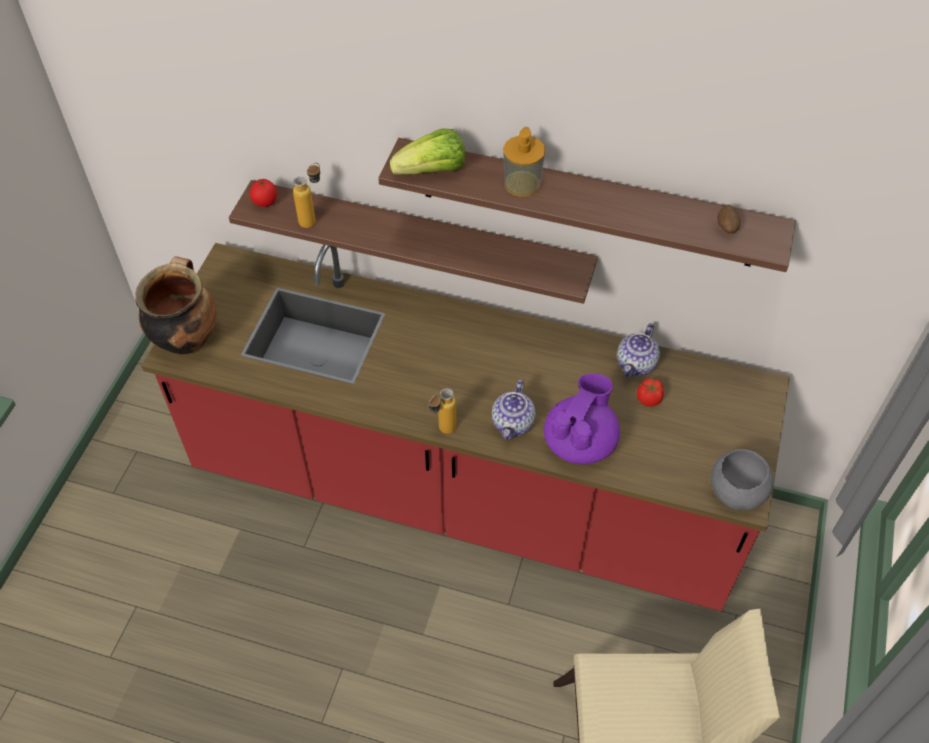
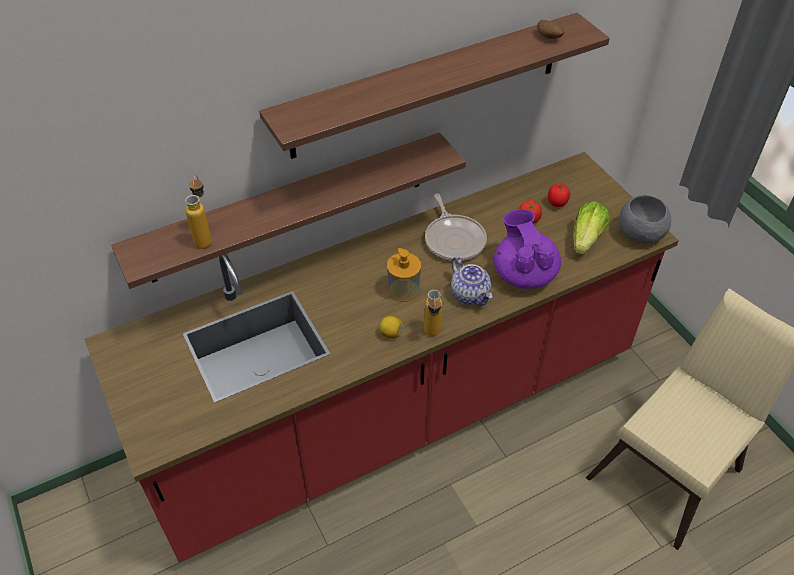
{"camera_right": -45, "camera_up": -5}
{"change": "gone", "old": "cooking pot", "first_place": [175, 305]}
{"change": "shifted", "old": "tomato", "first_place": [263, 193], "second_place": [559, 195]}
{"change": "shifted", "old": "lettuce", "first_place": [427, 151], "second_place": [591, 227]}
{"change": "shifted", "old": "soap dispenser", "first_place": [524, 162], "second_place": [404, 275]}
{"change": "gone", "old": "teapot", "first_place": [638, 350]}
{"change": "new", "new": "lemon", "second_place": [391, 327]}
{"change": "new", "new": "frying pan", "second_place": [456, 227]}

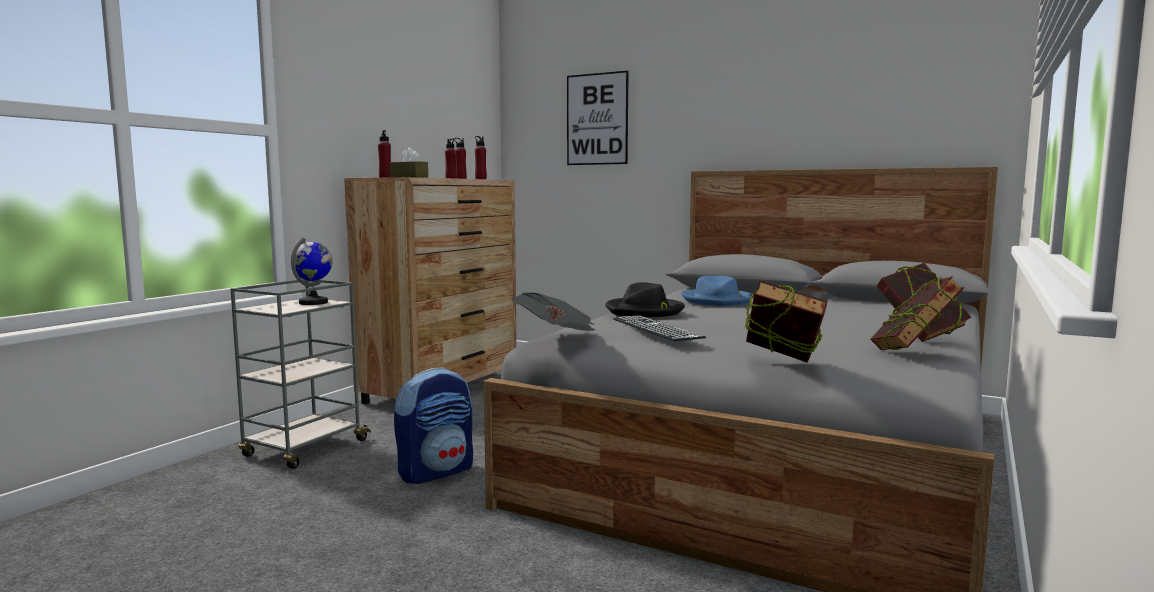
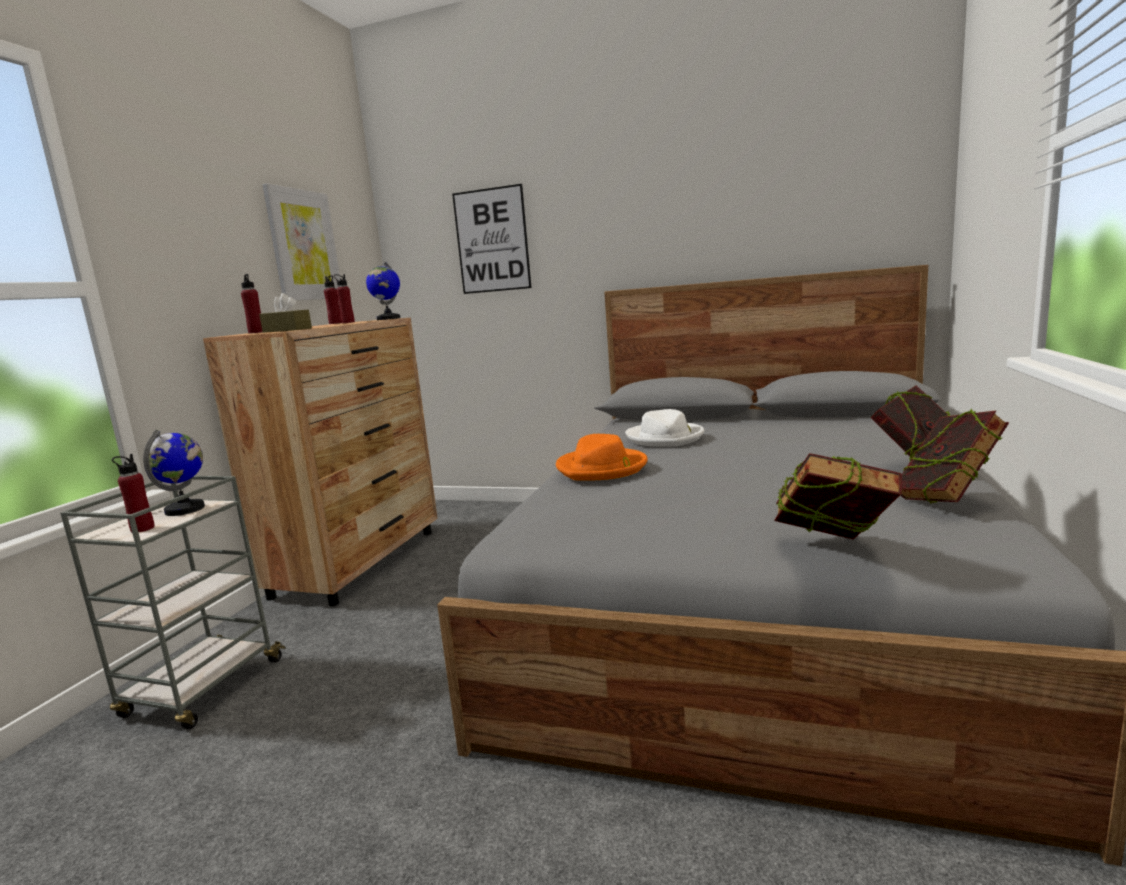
{"camera_right": -10, "camera_up": 5}
{"change": "gone", "old": "backpack", "first_place": [433, 425]}
{"change": "shifted", "old": "bottle in red", "first_place": [481, 157], "second_place": [133, 493]}
{"change": "gone", "old": "newspaper", "first_place": [553, 311]}
{"change": "repainted", "old": "hat in black", "new": "hat in orange", "first_place": [645, 299], "second_place": [602, 457]}
{"change": "gone", "old": "keyboard", "first_place": [659, 328]}
{"change": "repainted", "old": "hat in blue", "new": "hat in white", "first_place": [717, 291], "second_place": [664, 428]}
{"change": "new", "new": "picture", "second_place": [301, 242]}
{"change": "new", "new": "globe", "second_place": [383, 291]}

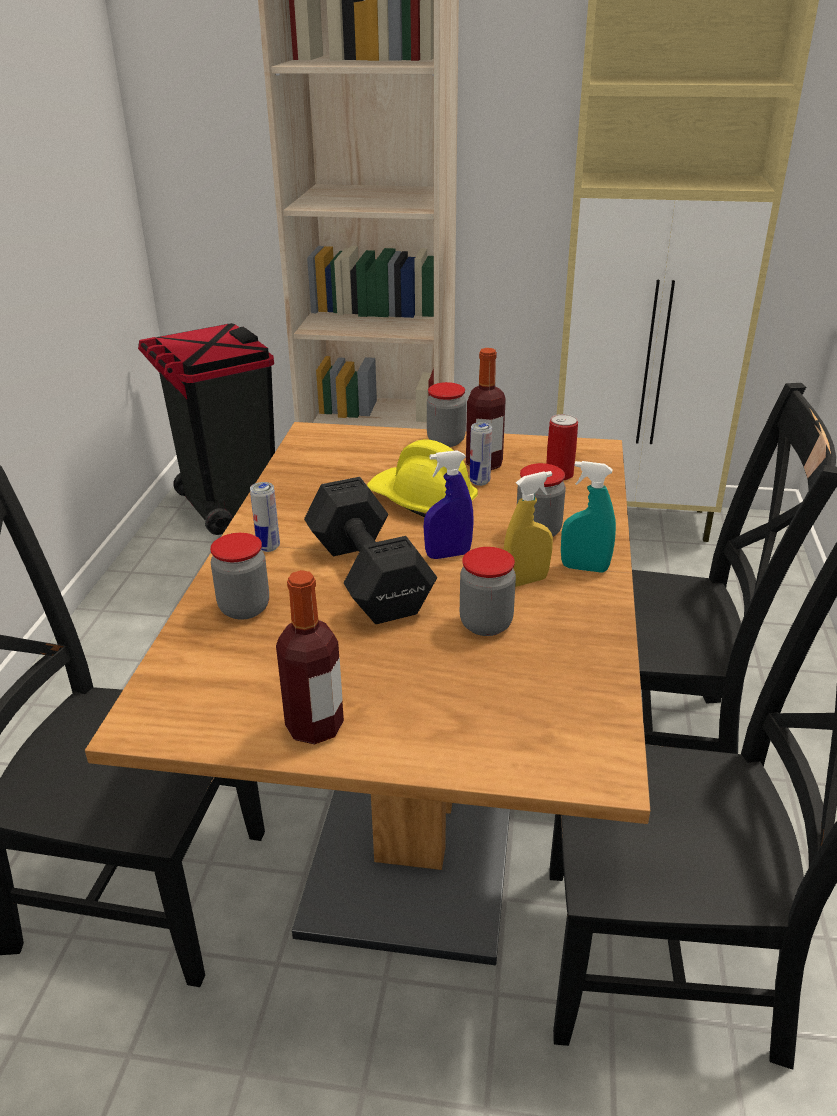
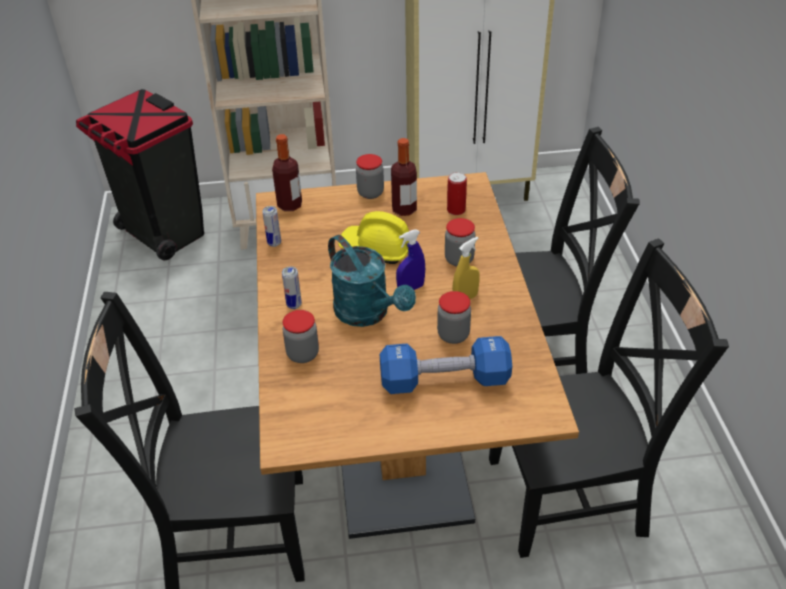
{"camera_right": -15, "camera_up": 10}
{"change": "shifted", "old": "bottle", "first_place": [310, 657], "second_place": [287, 172]}
{"change": "swapped", "old": "dumbbell in black", "new": "watering can in turquoise", "first_place": [370, 550], "second_place": [372, 281]}
{"change": "shifted", "old": "can", "first_place": [481, 454], "second_place": [271, 226]}
{"change": "gone", "old": "spray bottle in turquoise", "first_place": [588, 517]}
{"change": "new", "new": "dumbbell in blue", "second_place": [446, 365]}

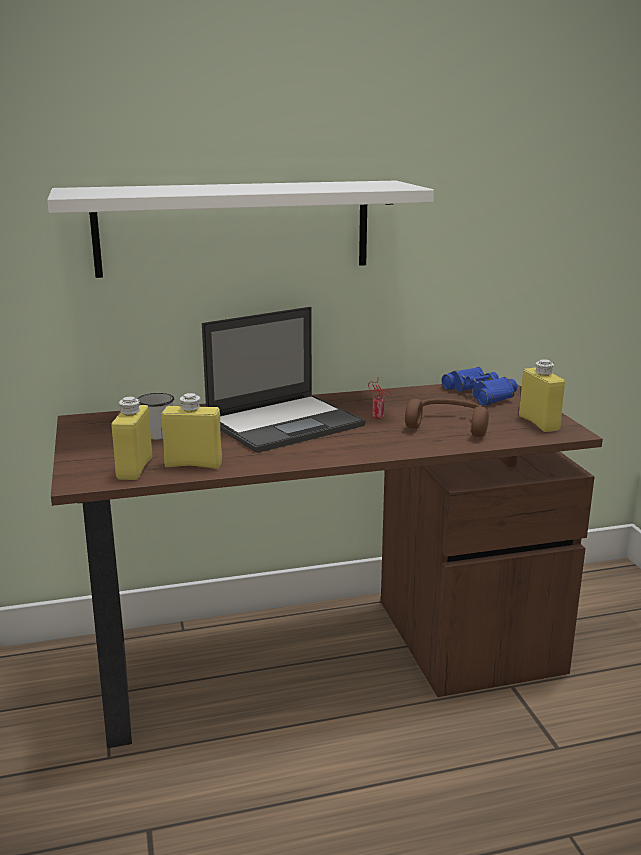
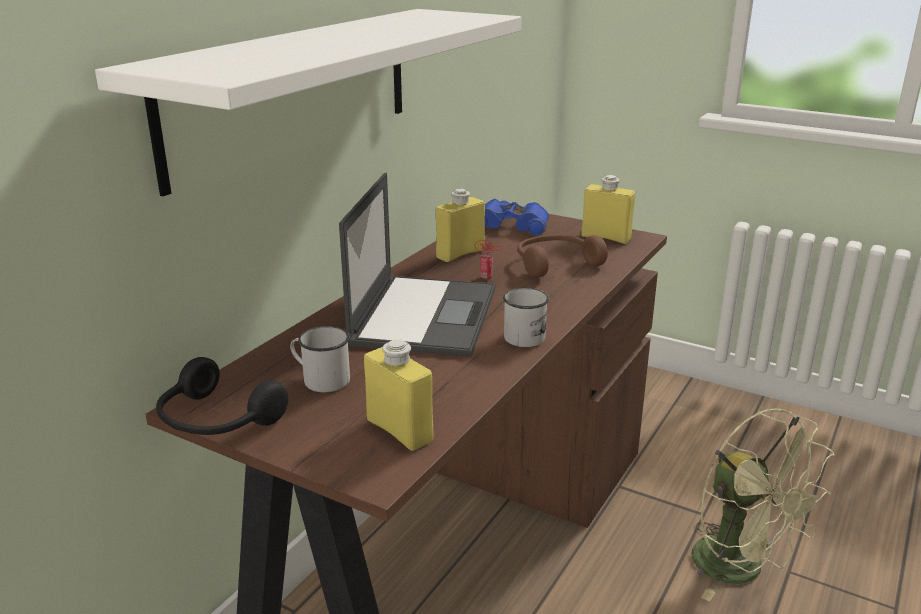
{"camera_right": -45, "camera_up": 5}
{"change": "shifted", "old": "bottle in yellow", "first_place": [191, 431], "second_place": [460, 225]}
{"change": "new", "new": "headphones in black", "second_place": [222, 396]}
{"change": "new", "new": "mug in white", "second_place": [526, 317]}
{"change": "new", "new": "fan in green", "second_place": [762, 504]}

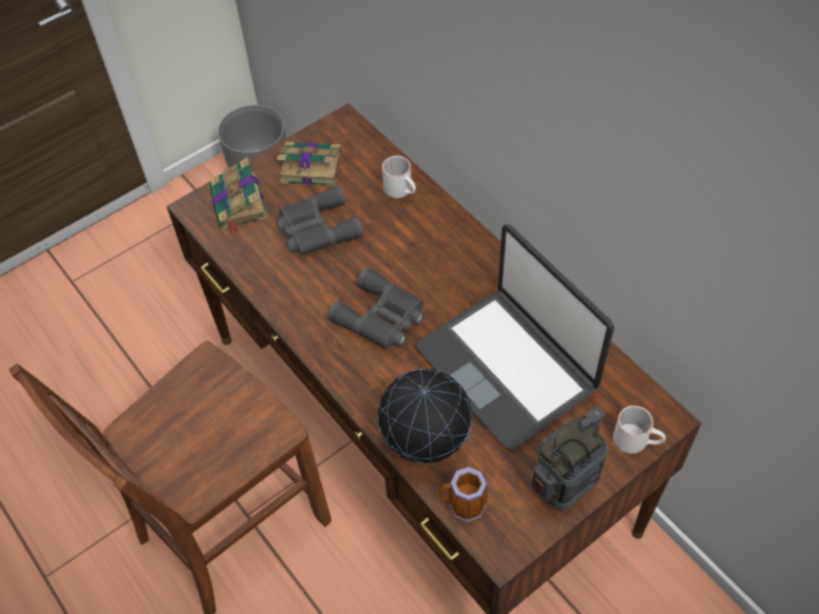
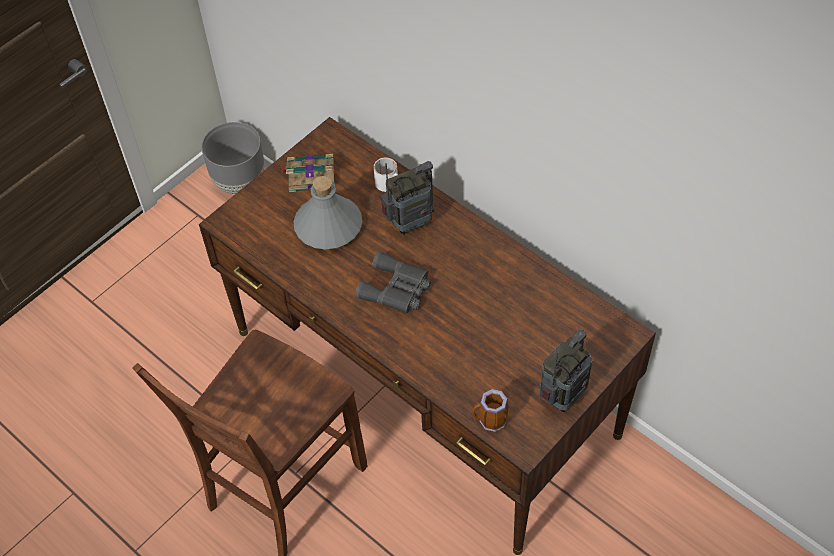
{"camera_right": -10, "camera_up": 0}
{"change": "gone", "old": "book", "first_place": [238, 195]}
{"change": "swapped", "old": "binoculars in grey", "new": "bottle in grey", "first_place": [319, 220], "second_place": [327, 212]}
{"change": "gone", "old": "globe", "first_place": [425, 416]}
{"change": "gone", "old": "laptop", "first_place": [515, 337]}
{"change": "gone", "old": "mug in white", "first_place": [639, 429]}
{"change": "new", "new": "radio", "second_place": [407, 198]}

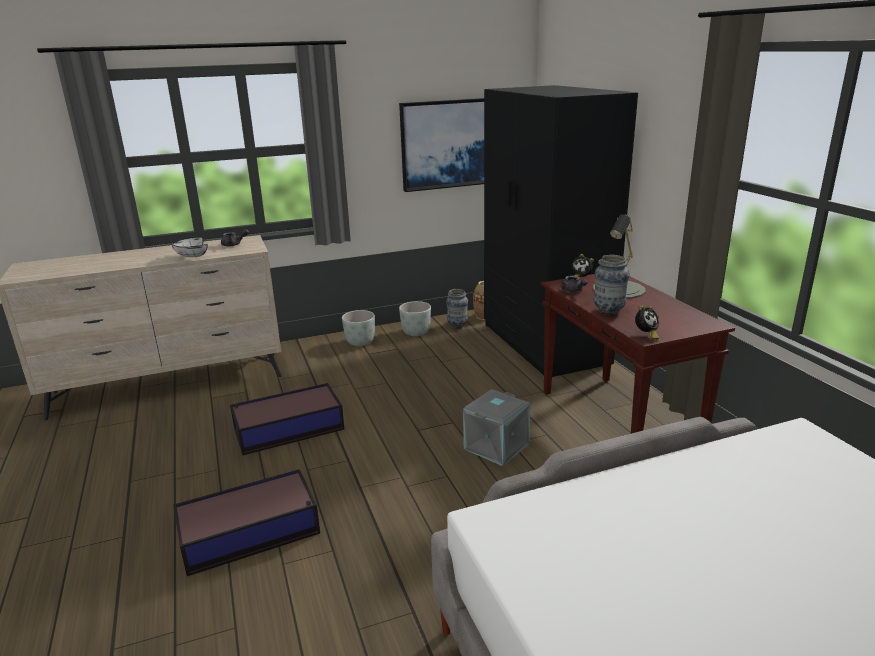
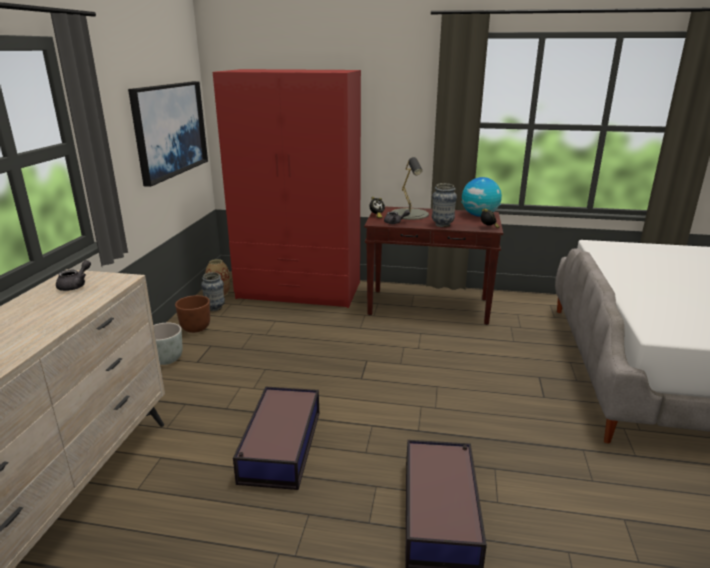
{"camera_right": -60, "camera_up": 0}
{"change": "gone", "old": "bowl in white", "first_place": [190, 247]}
{"change": "repainted", "old": "planter in grey", "new": "planter in brown", "first_place": [415, 318], "second_place": [192, 314]}
{"change": "gone", "old": "storage box in grey", "first_place": [497, 427]}
{"change": "repainted", "old": "wardrobe in black", "new": "wardrobe in red", "first_place": [561, 231], "second_place": [287, 188]}
{"change": "new", "new": "globe", "second_place": [482, 197]}

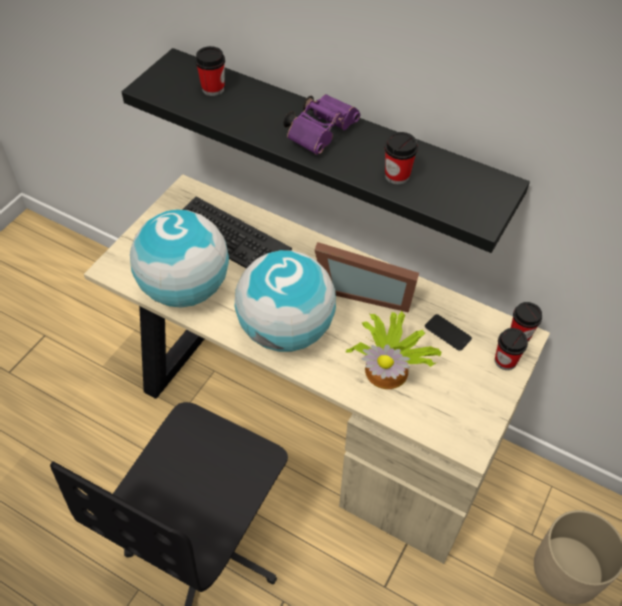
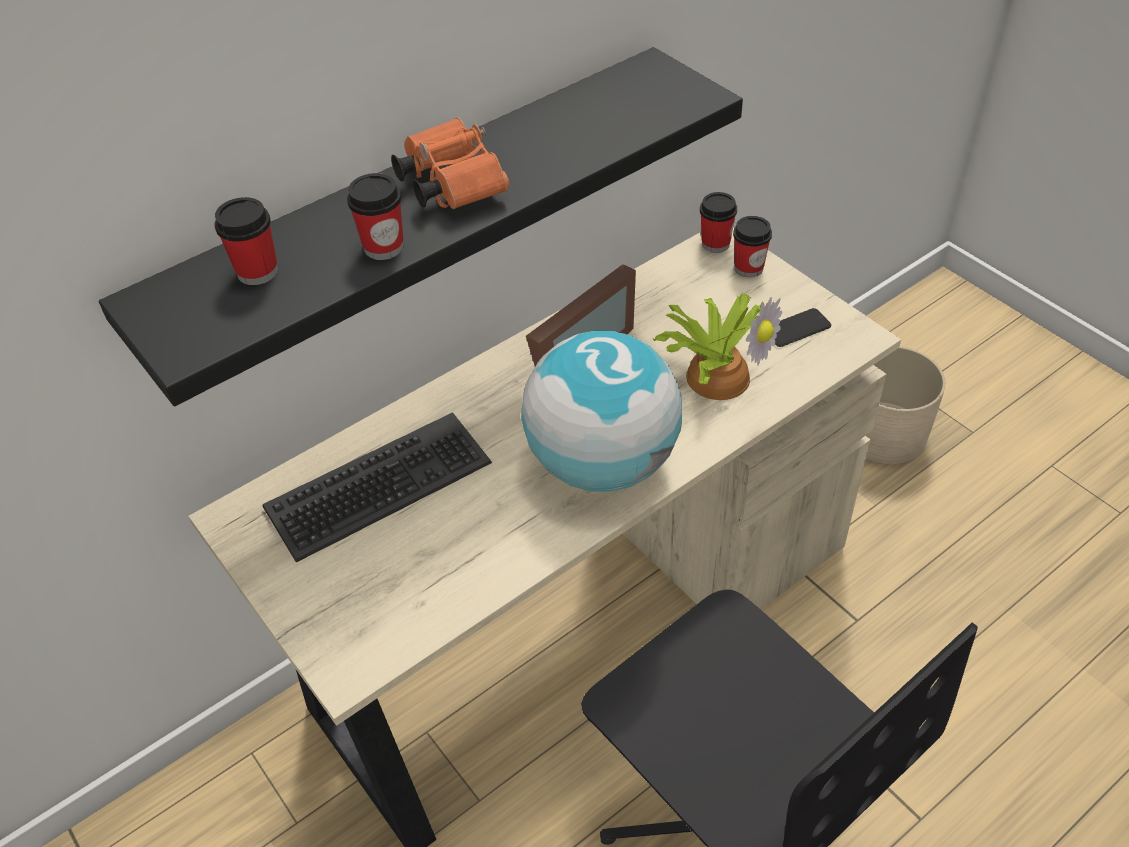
{"camera_right": -65, "camera_up": -5}
{"change": "gone", "old": "globe", "first_place": [179, 258]}
{"change": "repainted", "old": "binoculars in purple", "new": "binoculars in orange", "first_place": [321, 124], "second_place": [450, 163]}
{"change": "shifted", "old": "cup", "first_place": [401, 158], "second_place": [375, 216]}
{"change": "shifted", "old": "phone", "first_place": [448, 332], "second_place": [803, 327]}

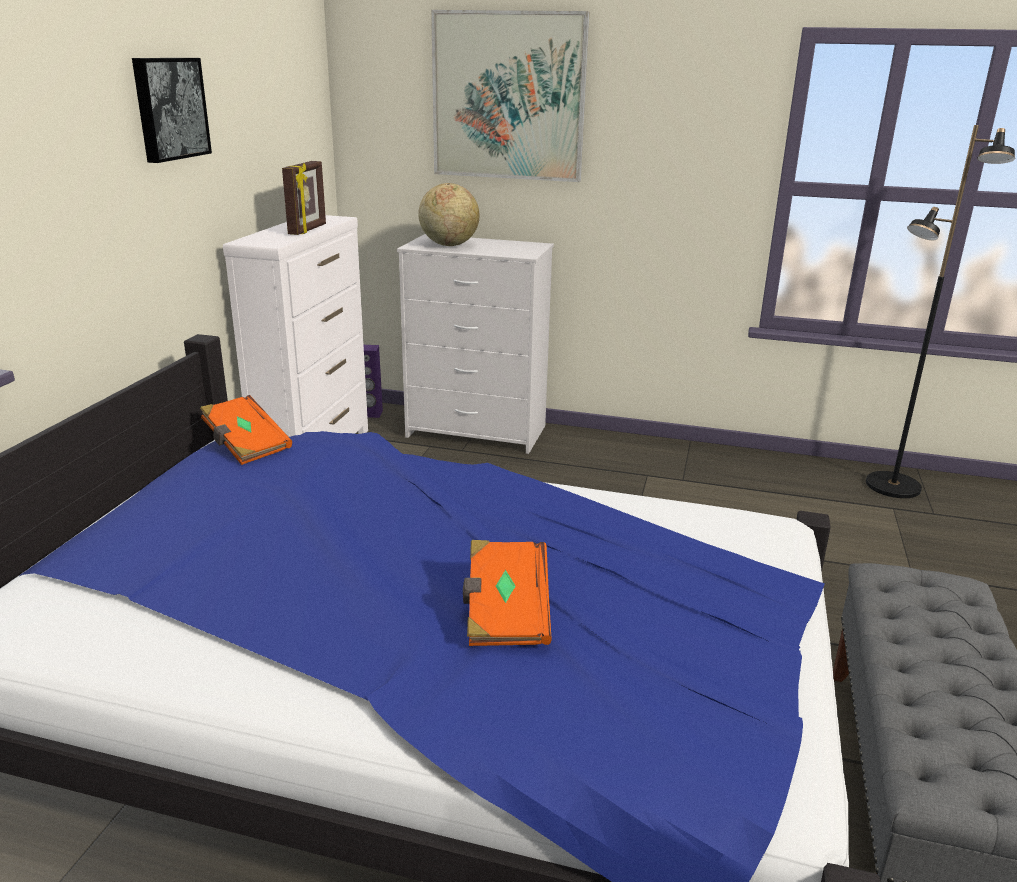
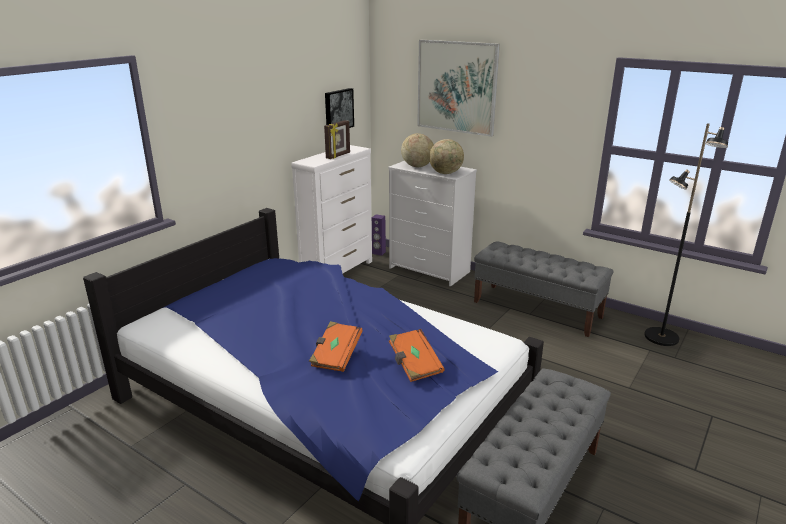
{"camera_right": 20, "camera_up": 0}
{"change": "shifted", "old": "picture", "first_place": [172, 110], "second_place": [339, 108]}
{"change": "shifted", "old": "book in orange", "first_place": [246, 430], "second_place": [417, 355]}
{"change": "new", "new": "globe", "second_place": [446, 156]}
{"change": "new", "new": "bench in grey", "second_place": [544, 289]}

